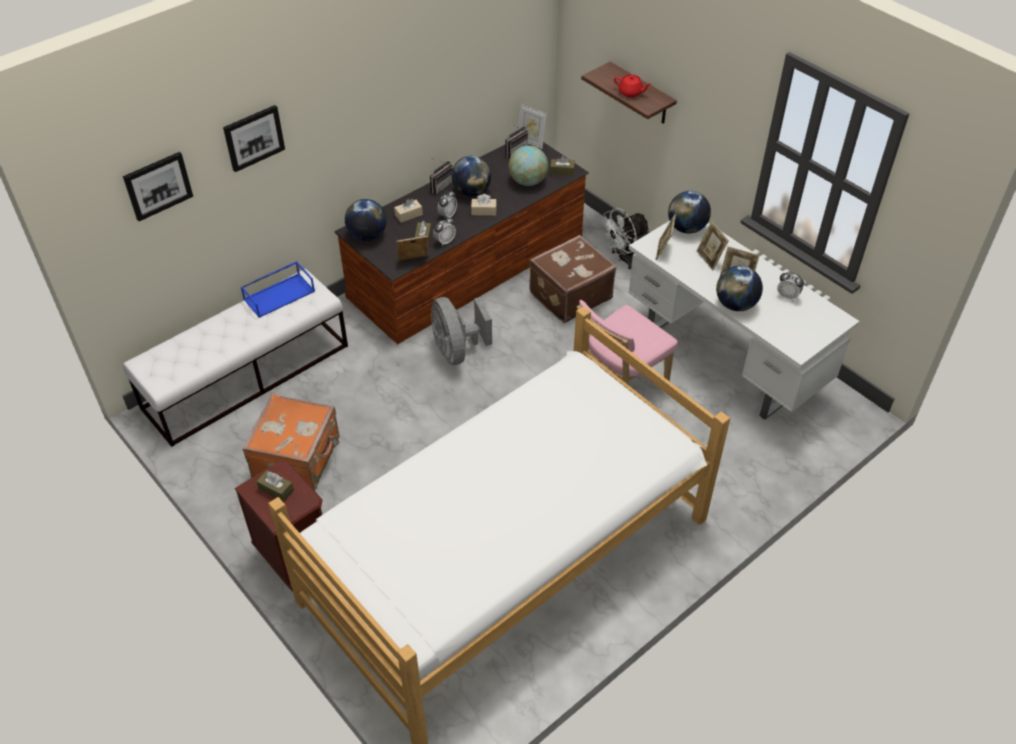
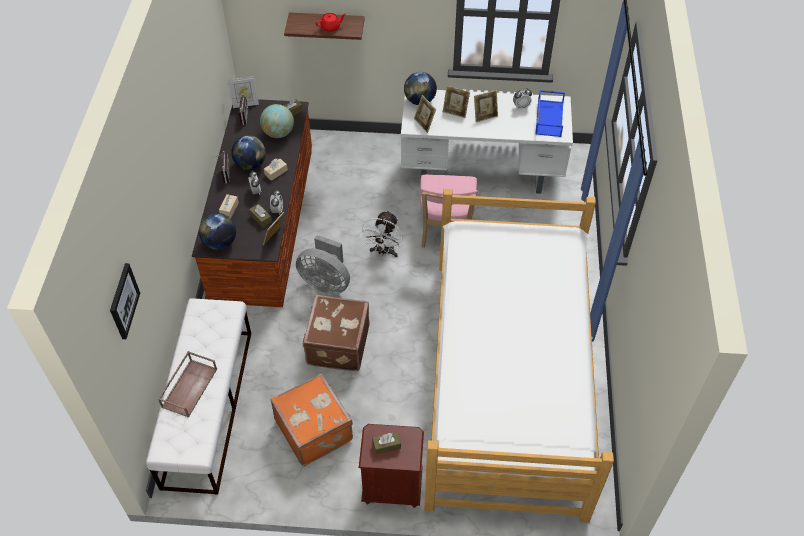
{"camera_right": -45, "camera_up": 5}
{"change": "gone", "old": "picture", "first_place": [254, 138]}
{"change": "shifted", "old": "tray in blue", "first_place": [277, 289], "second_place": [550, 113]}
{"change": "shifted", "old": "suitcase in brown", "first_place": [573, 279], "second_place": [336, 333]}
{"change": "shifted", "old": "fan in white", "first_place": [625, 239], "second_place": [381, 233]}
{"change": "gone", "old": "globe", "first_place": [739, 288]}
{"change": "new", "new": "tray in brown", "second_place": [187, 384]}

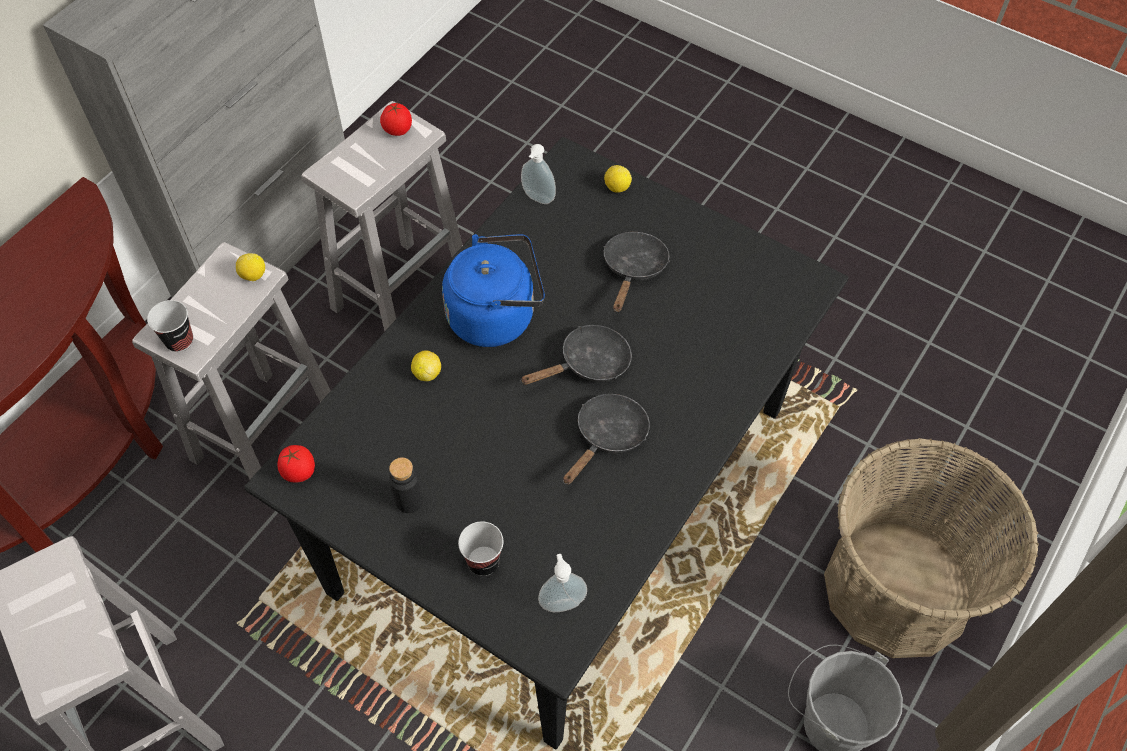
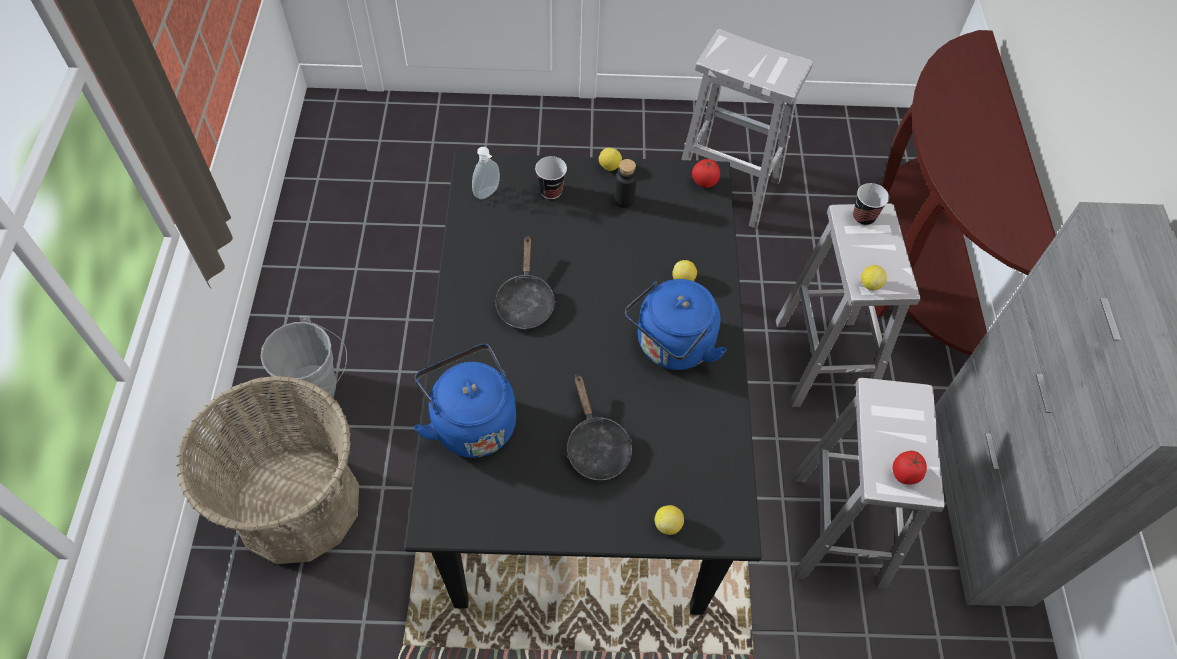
{"camera_right": 145, "camera_up": 0}
{"change": "gone", "old": "frying pan in black", "first_place": [576, 355]}
{"change": "gone", "old": "soap dispenser", "first_place": [538, 174]}
{"change": "new", "new": "kettle in blue", "second_place": [464, 401]}
{"change": "new", "new": "lemon", "second_place": [610, 159]}

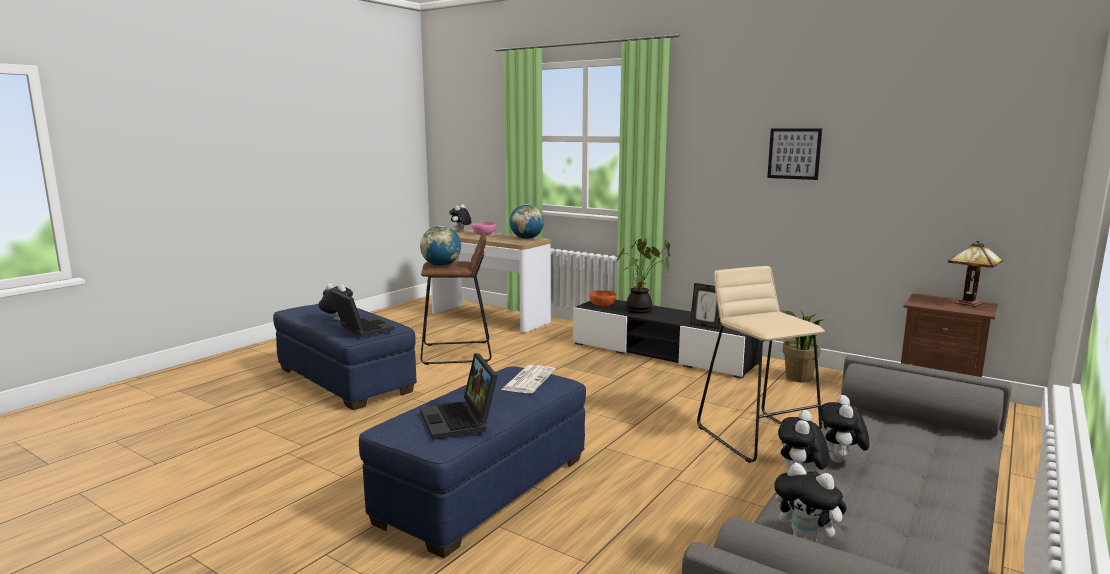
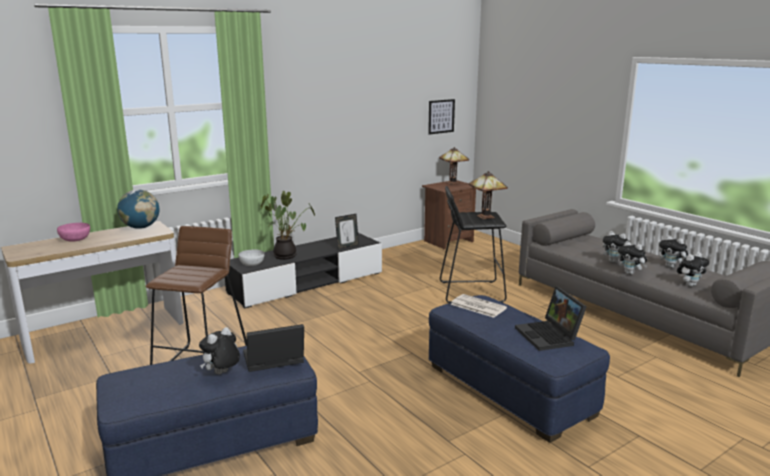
{"camera_right": -70, "camera_up": 5}
{"change": "gone", "old": "globe", "first_place": [440, 246]}
{"change": "rotated", "old": "laptop", "first_place": [459, 396], "second_place": [551, 319], "degrees": 75}
{"change": "shifted", "old": "plush toy", "first_place": [460, 218], "second_place": [673, 251]}
{"change": "repainted", "old": "bowl in orange", "new": "bowl in white", "first_place": [602, 298], "second_place": [251, 258]}
{"change": "repainted", "old": "stool in beige", "new": "stool in black", "first_place": [761, 364], "second_place": [473, 244]}
{"change": "shifted", "old": "picture", "first_place": [794, 154], "second_place": [441, 117]}
{"change": "gone", "old": "potted plant", "first_place": [802, 345]}
{"change": "new", "new": "table lamp", "second_place": [488, 195]}

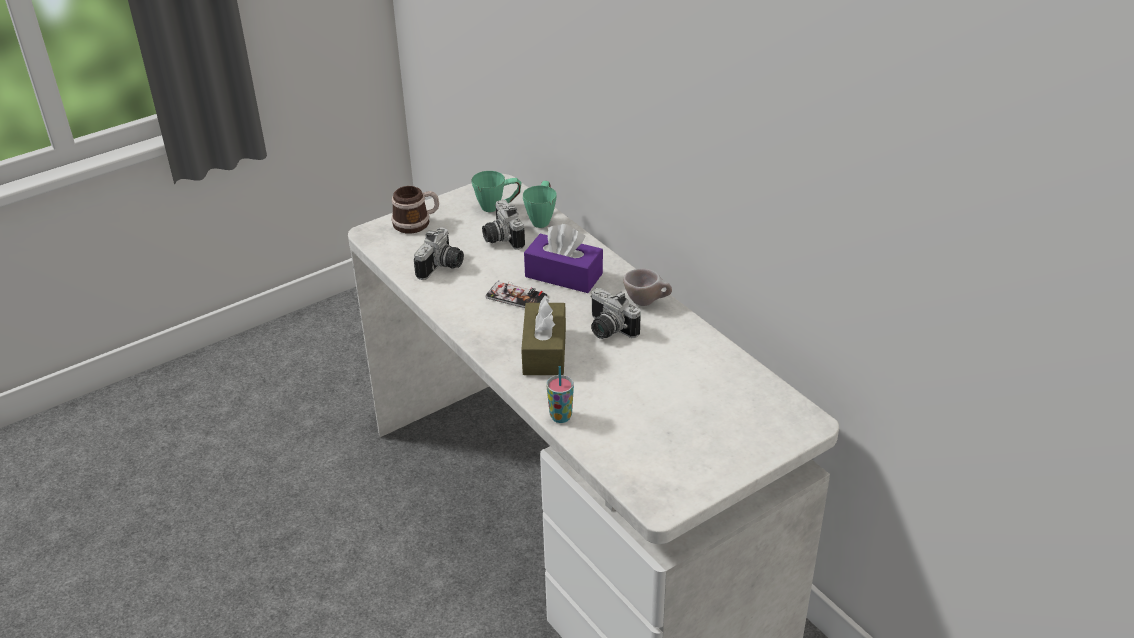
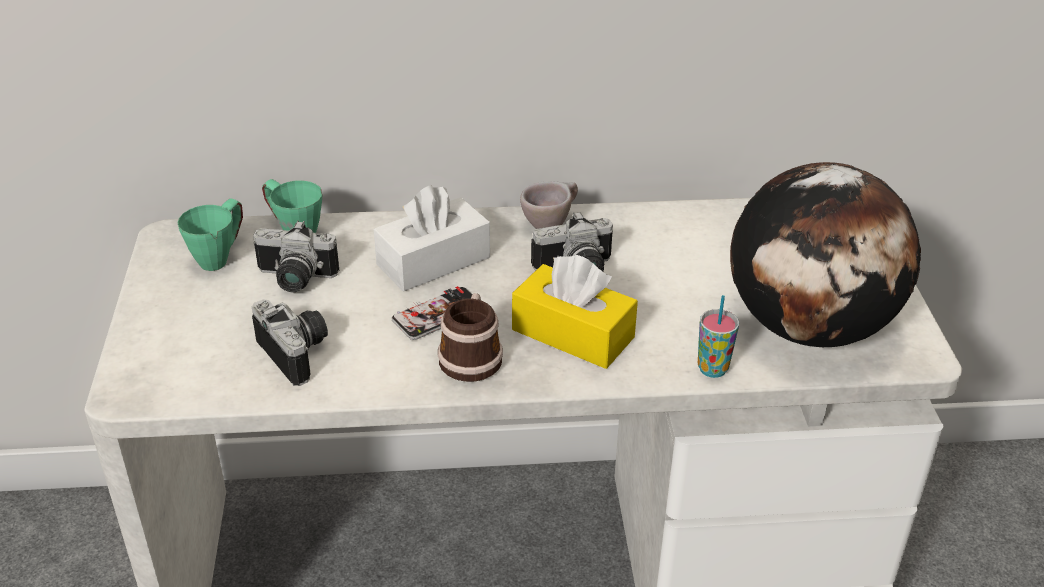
{"camera_right": -60, "camera_up": 0}
{"change": "shifted", "old": "mug", "first_place": [415, 210], "second_place": [470, 337]}
{"change": "repainted", "old": "tissue box in brown", "new": "tissue box in yellow", "first_place": [543, 335], "second_place": [575, 312]}
{"change": "repainted", "old": "tissue box in purple", "new": "tissue box in white", "first_place": [563, 258], "second_place": [432, 238]}
{"change": "new", "new": "globe", "second_place": [825, 254]}

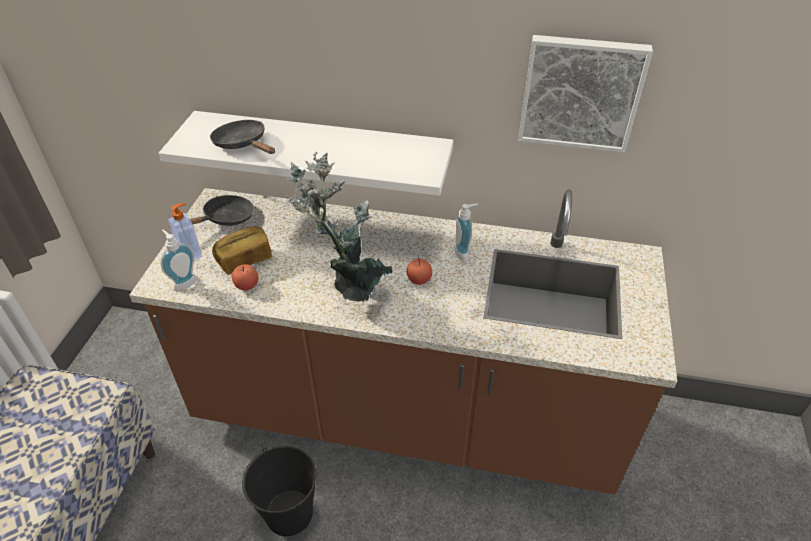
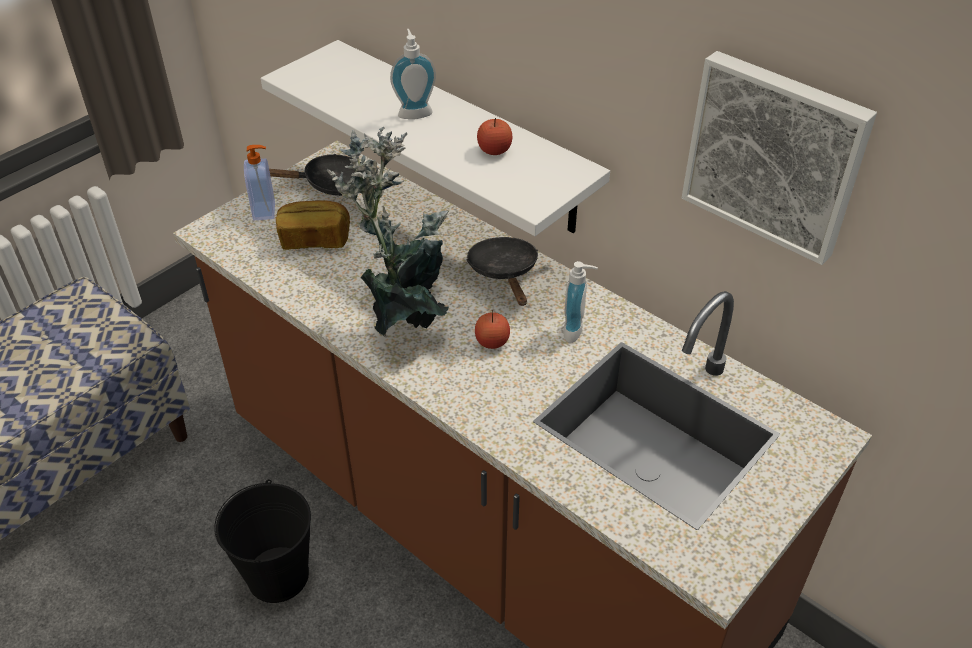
{"camera_right": 30, "camera_up": 0}
{"change": "shifted", "old": "soap dispenser", "first_place": [179, 260], "second_place": [413, 74]}
{"change": "shifted", "old": "frying pan in black", "first_place": [242, 137], "second_place": [502, 271]}
{"change": "shifted", "old": "apple", "first_place": [245, 277], "second_place": [494, 136]}

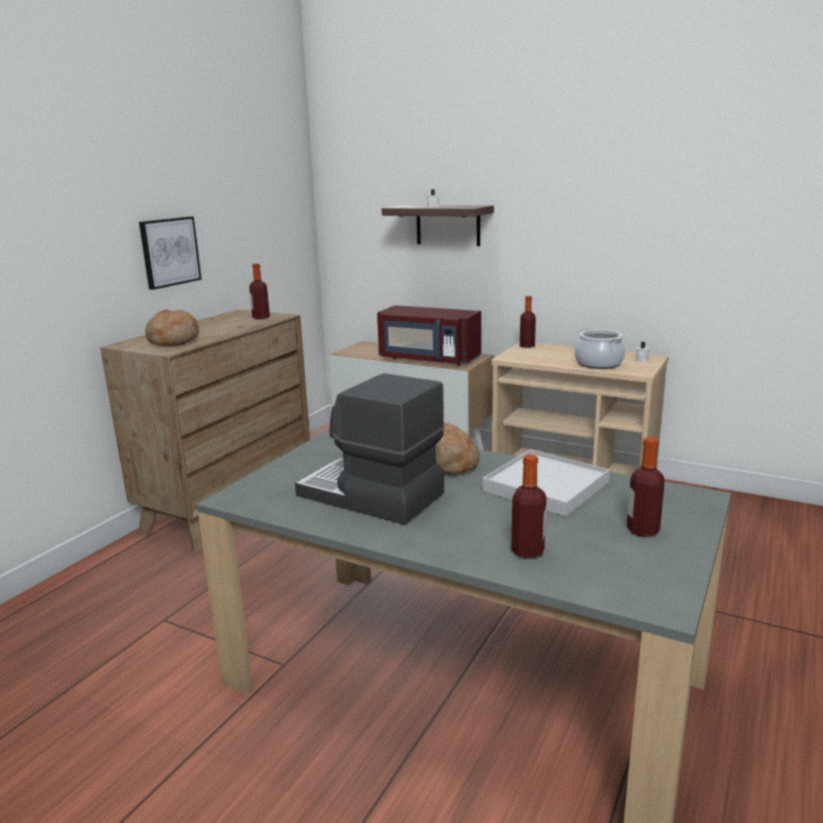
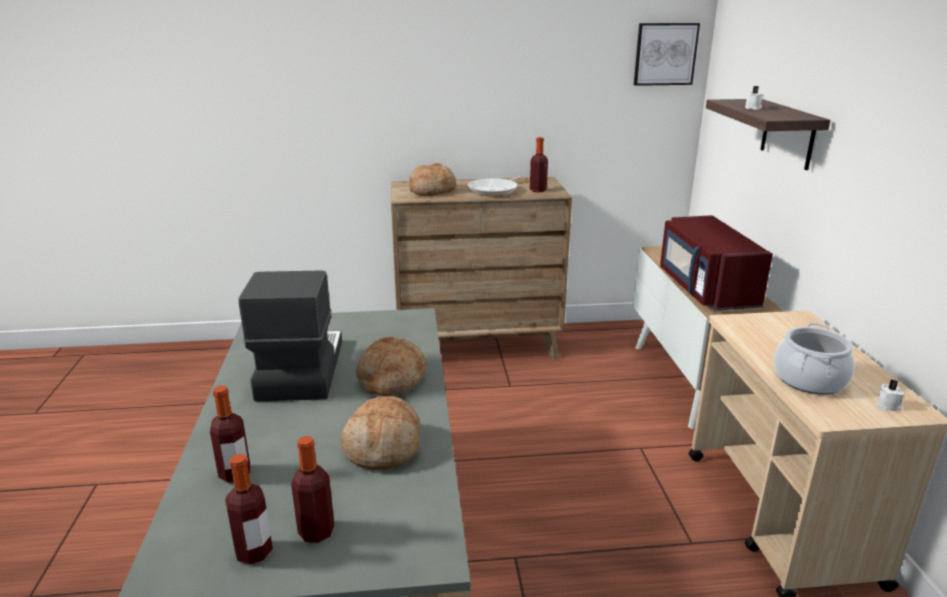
{"camera_right": 55, "camera_up": 5}
{"change": "shifted", "old": "picture", "first_place": [170, 253], "second_place": [667, 54]}
{"change": "swapped", "old": "tray in white", "new": "bread", "first_place": [546, 483], "second_place": [380, 433]}
{"change": "shifted", "old": "bottle", "first_place": [528, 322], "second_place": [249, 509]}
{"change": "new", "new": "frying pan", "second_place": [495, 185]}

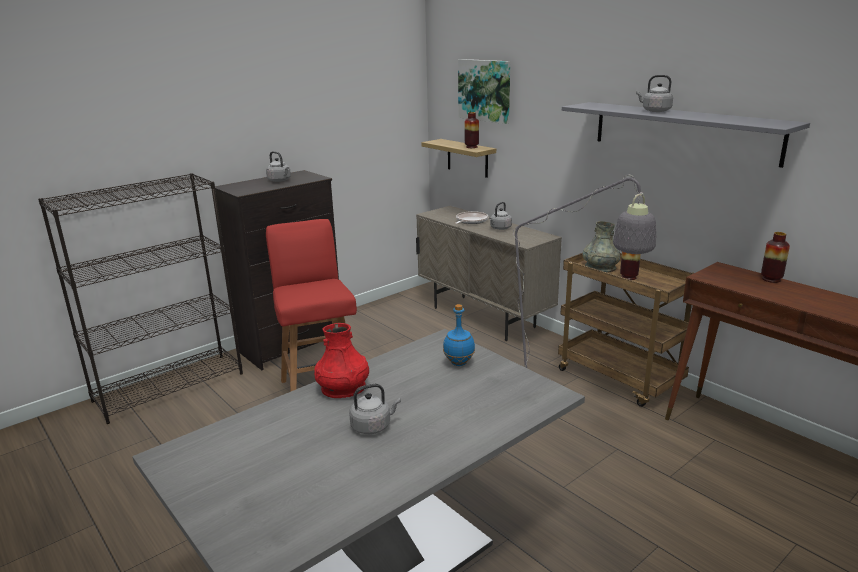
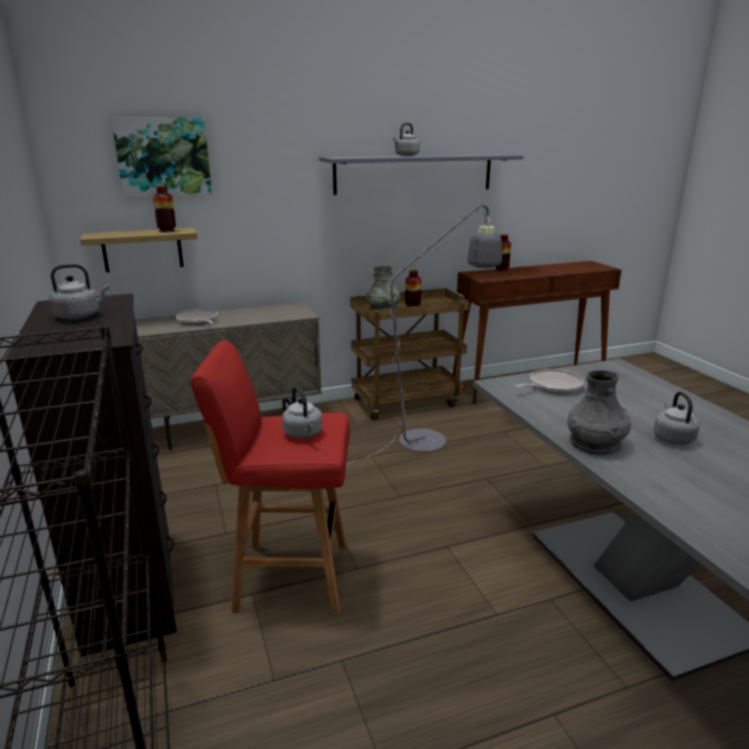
{"camera_right": -70, "camera_up": 0}
{"change": "repainted", "old": "vase in red", "new": "vase in grey", "first_place": [341, 360], "second_place": [599, 412]}
{"change": "swapped", "old": "bottle in blue", "new": "frying pan", "first_place": [459, 335], "second_place": [549, 381]}
{"change": "shifted", "old": "kettle in grey", "first_place": [500, 216], "second_place": [302, 412]}

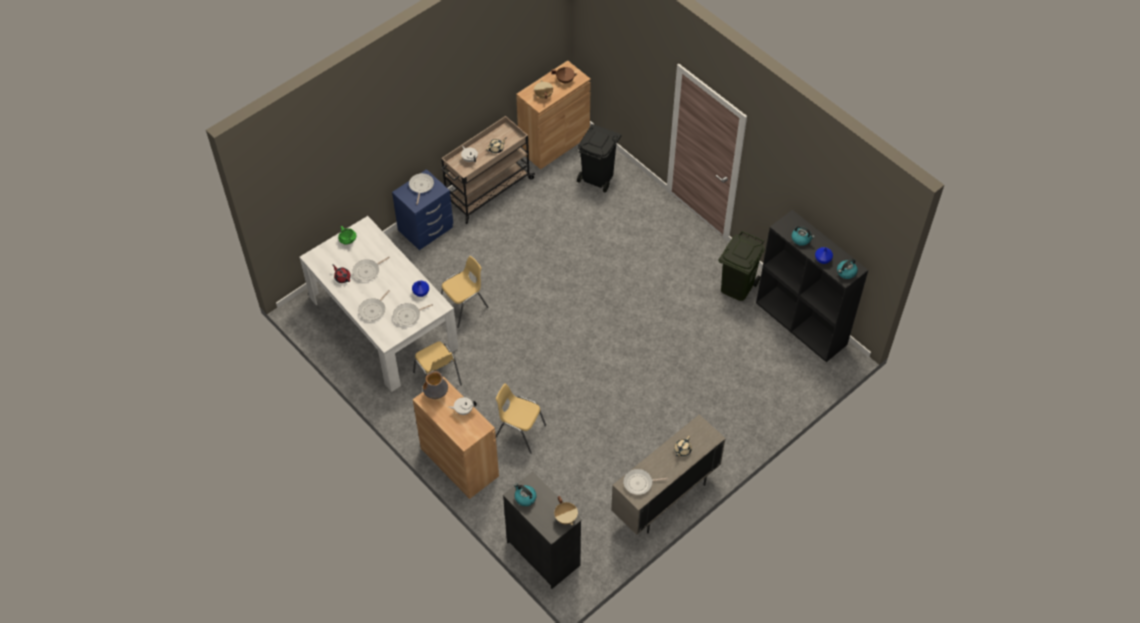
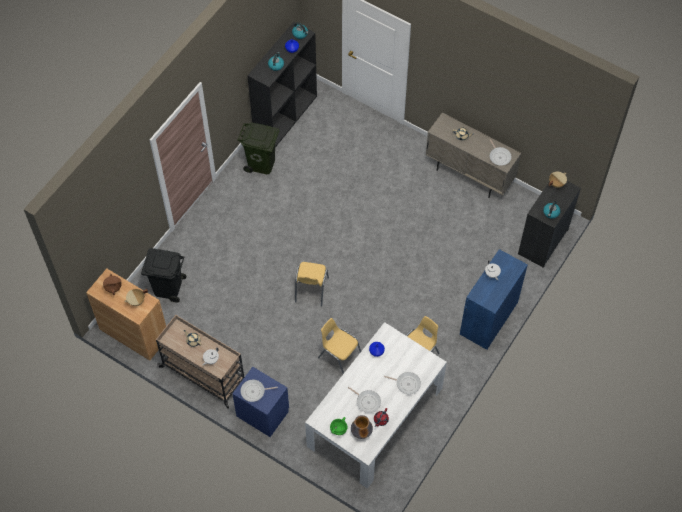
{"camera_right": -105, "camera_up": 5}
{"change": "gone", "old": "frying pan", "first_place": [413, 314]}
{"change": "repainted", "old": "cabinet in brown", "new": "cabinet in blue", "first_place": [456, 438], "second_place": [494, 299]}
{"change": "shifted", "old": "vase", "first_place": [435, 385], "second_place": [362, 427]}
{"change": "shifted", "old": "chair in yellow", "first_place": [521, 418], "second_place": [312, 284]}

